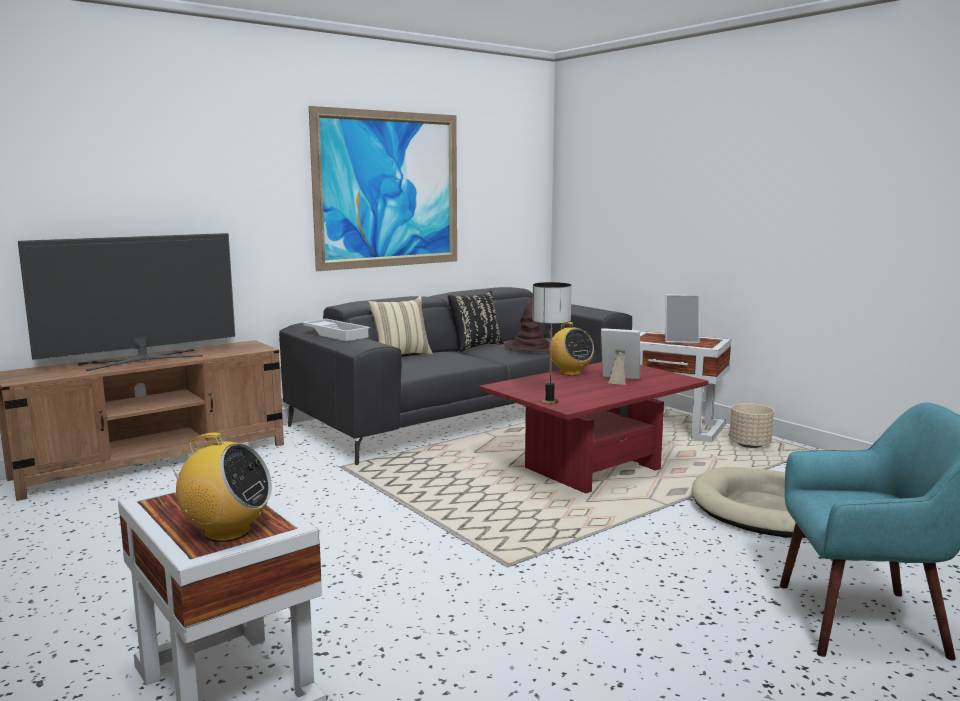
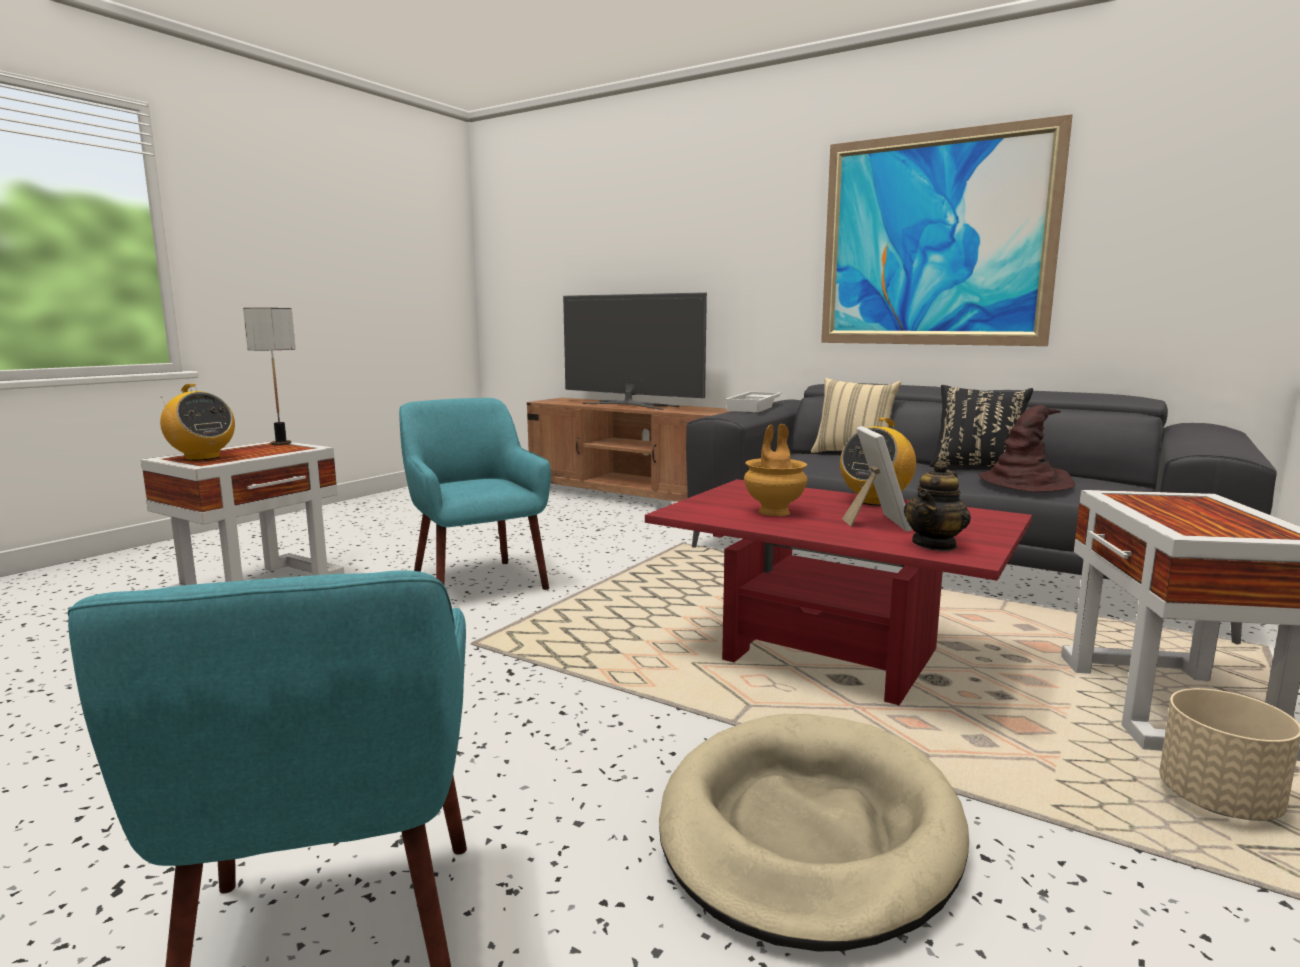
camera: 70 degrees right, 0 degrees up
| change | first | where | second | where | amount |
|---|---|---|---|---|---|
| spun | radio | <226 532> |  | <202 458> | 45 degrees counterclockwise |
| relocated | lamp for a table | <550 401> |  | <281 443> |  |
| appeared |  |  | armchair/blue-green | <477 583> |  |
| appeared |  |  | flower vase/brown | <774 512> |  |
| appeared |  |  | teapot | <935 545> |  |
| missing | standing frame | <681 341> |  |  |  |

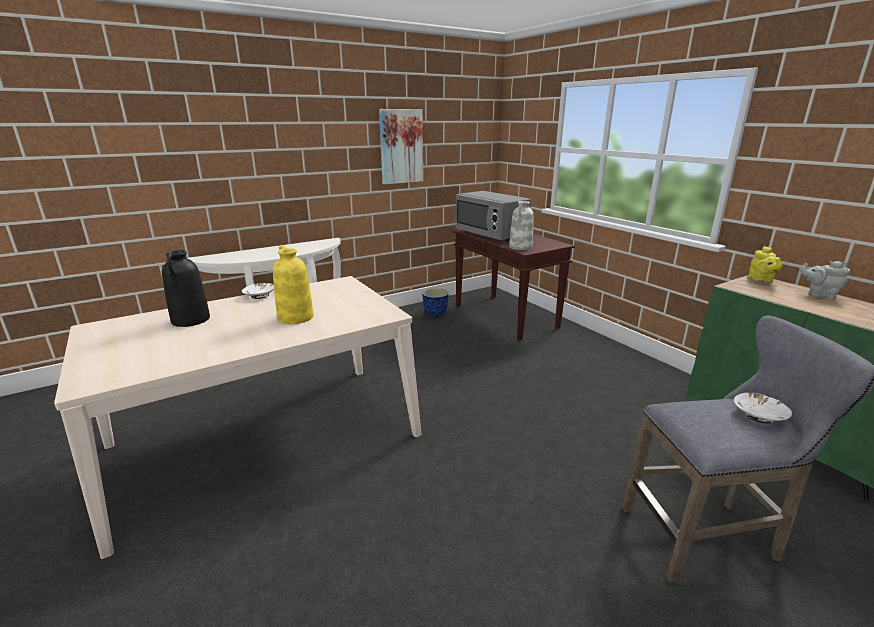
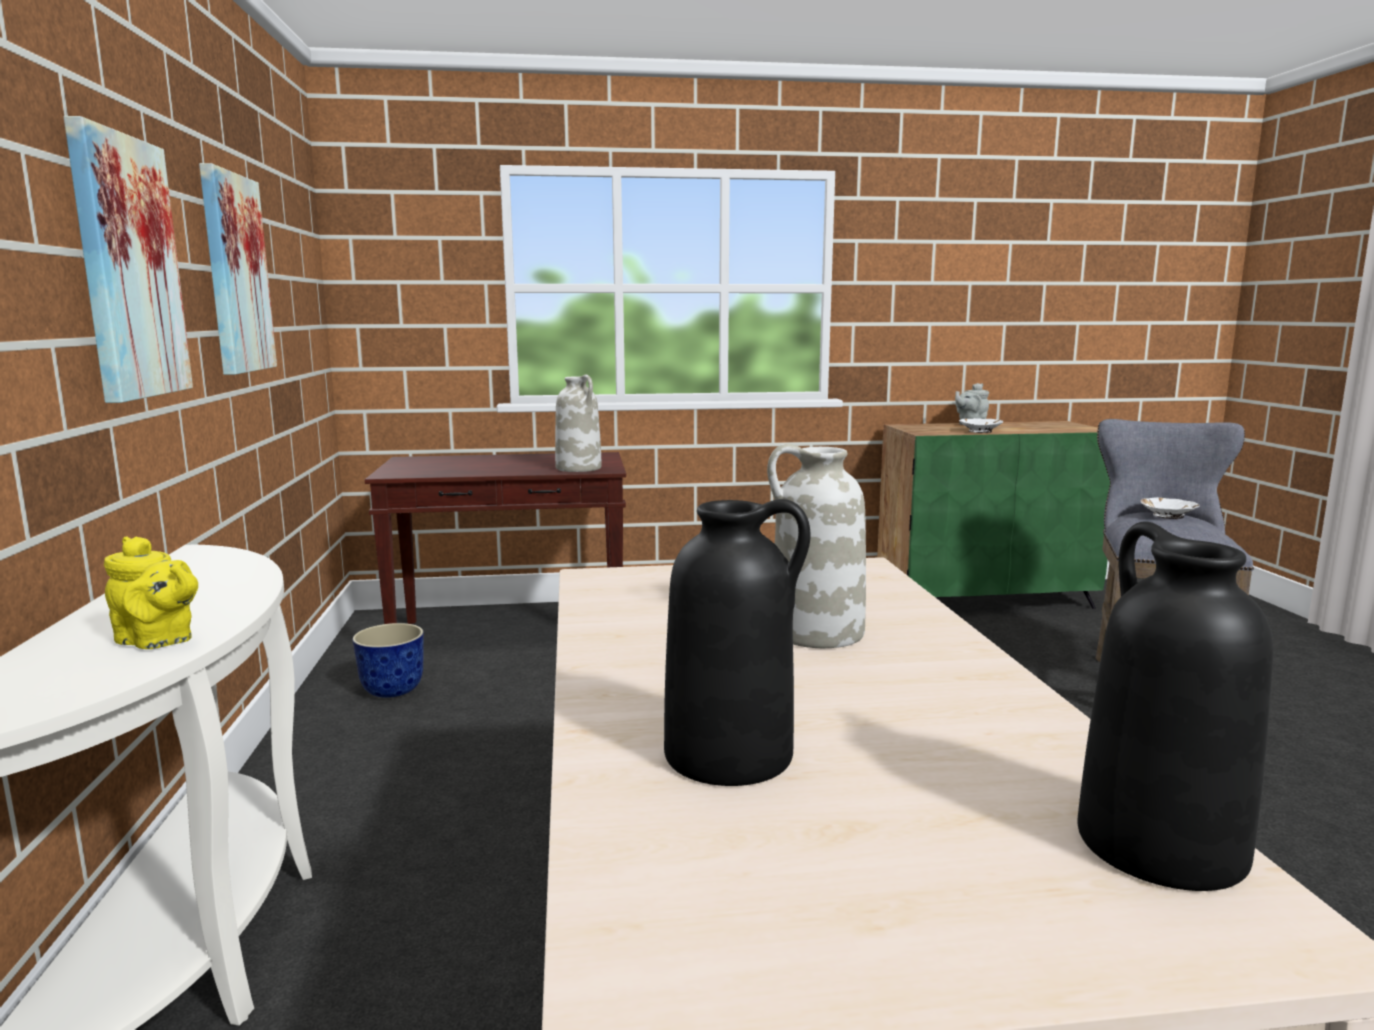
camera: 65 degrees left, 10 degrees down
| change | first | where | second | where | amount |
|---|---|---|---|---|---|
| appeared |  |  | wall picture | <127 268> |  |
| relocated | teapot/yellow-coloured | <761 280> |  | <158 641> |  |
| colour | flower vase/yellow-coloured | <295 317> | flower vase/whitish | <815 633> |  |
| relocated | bowl/whitish | <260 295> |  | <980 431> |  |
| appeared |  |  | flower vase/black | <1156 843> |  |
| missing | microwave/gray | <491 235> |  |  |  |

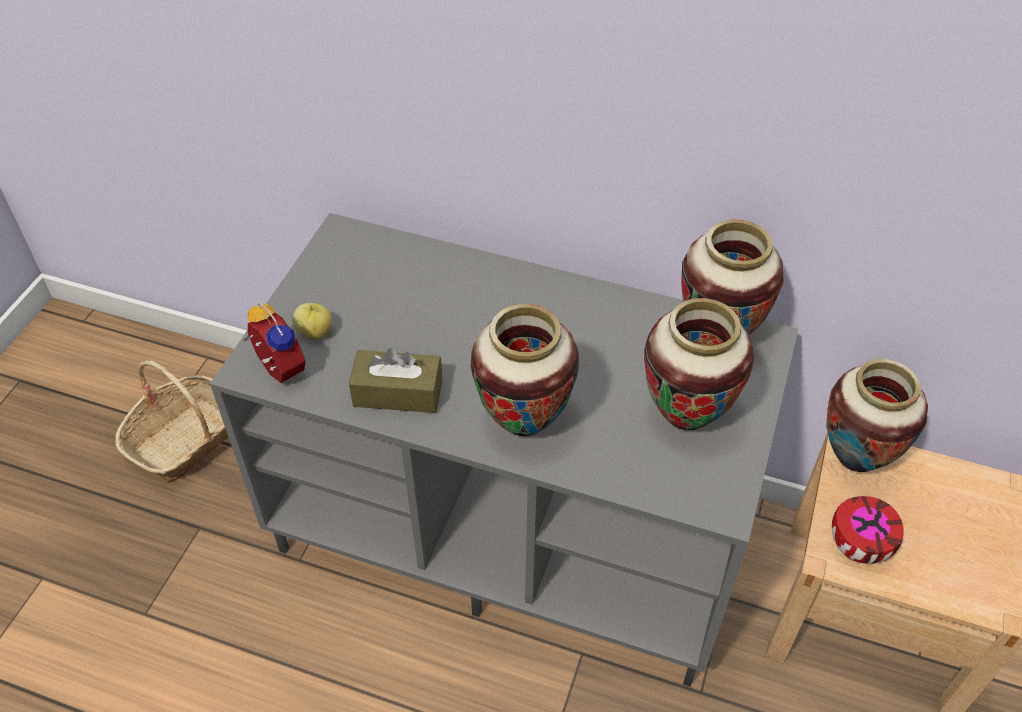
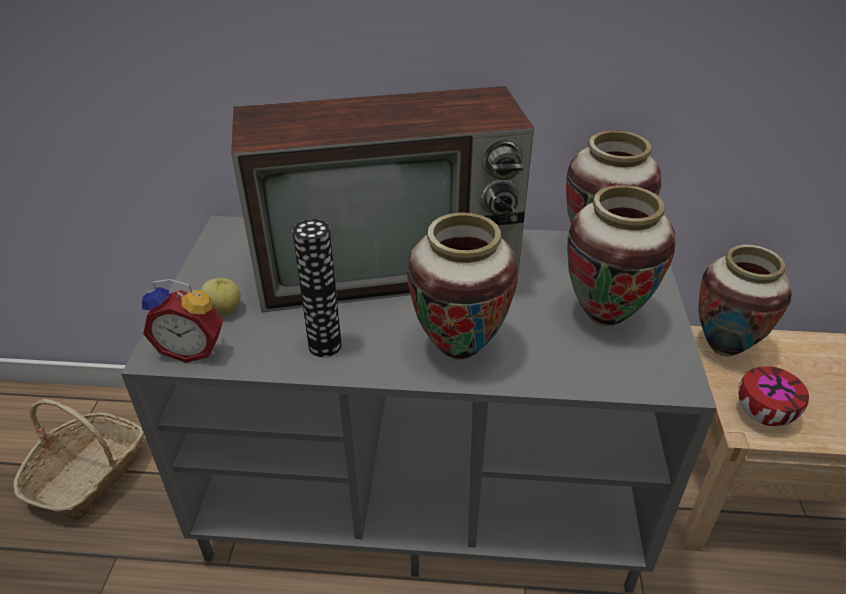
camera: 15 degrees left, 10 degrees down
| change | first | where | second | where | amount |
|---|---|---|---|---|---|
| spun | table clock | <277 371> |  | <193 349> | 150 degrees clockwise |
| appeared |  |  | television | <391 268> |  |
| exchanged | box of tissues/brown | <398 393> | flower vase | <325 345> |  |

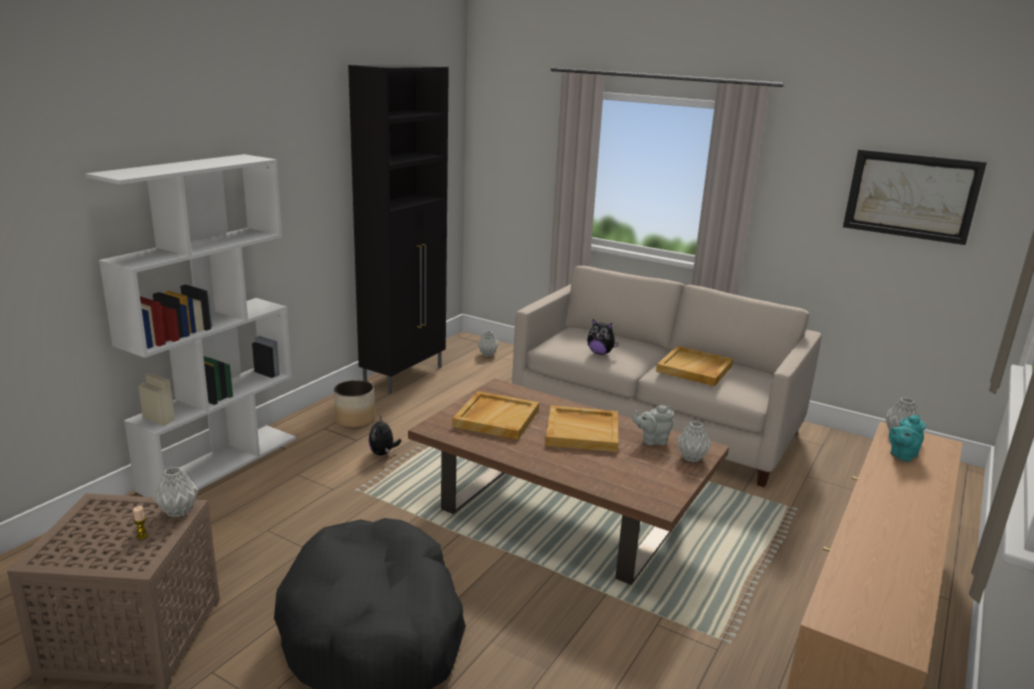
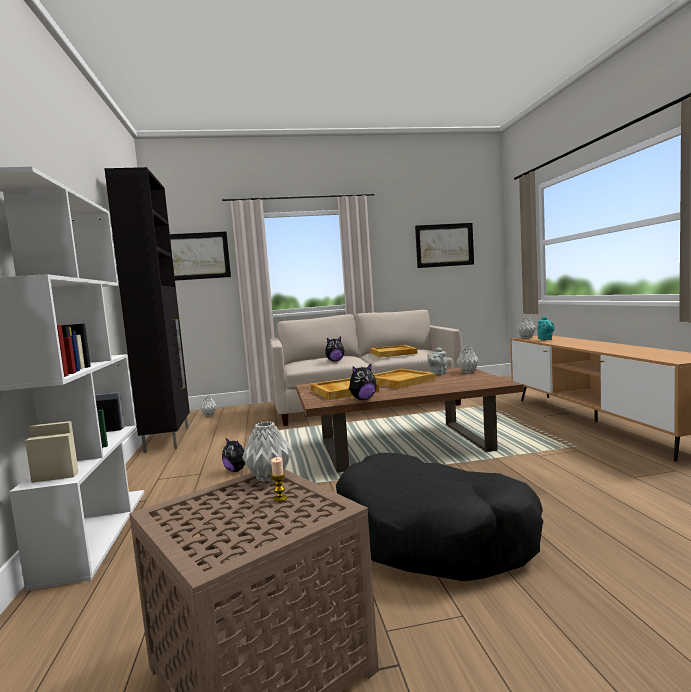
camera: 40 degrees left, 15 degrees down
| change | first | where | second | where | amount |
|---|---|---|---|---|---|
| appeared |  |  | wall picture | <195 256> |  |
| appeared |  |  | soft toy | <363 399> |  |
| missing | planter | <354 420> |  |  |  |

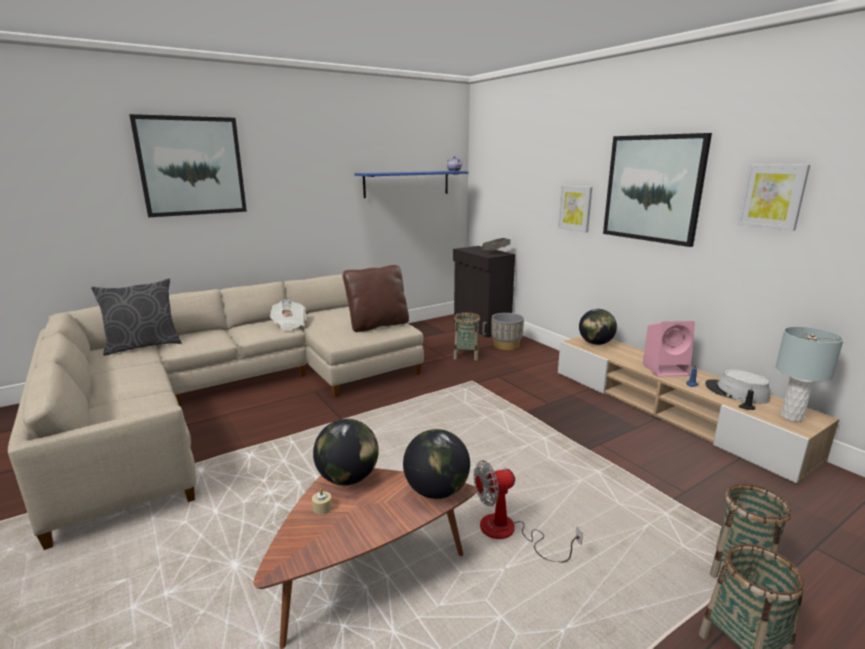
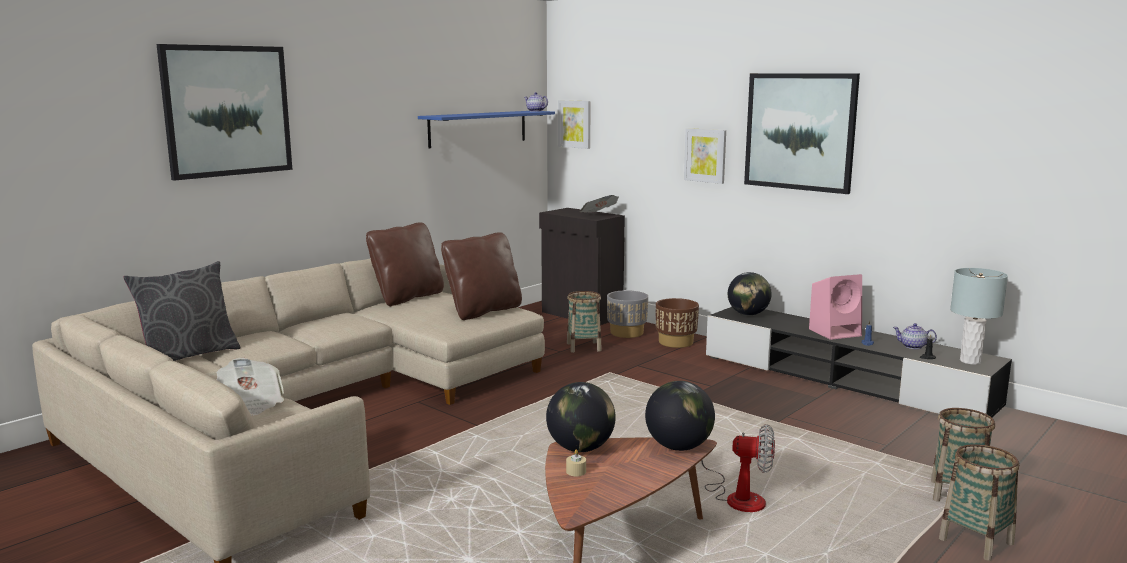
camera: 15 degrees left, 5 degrees down
| change | first | where | second | where | amount |
|---|---|---|---|---|---|
| relocated | printed paper | <289 324> |  | <251 403> |  |
| appeared |  |  | throw pillow/brown | <407 297> |  |
| relocated | wall picture | <772 196> |  | <575 124> |  |
| appeared |  |  | planter/brown | <676 342> |  |
| spun | fan | <509 533> |  | <737 497> | 135 degrees counterclockwise |
| colour | tv stand/beige-coloured | <670 412> | tv stand/black | <844 381> |  |
| exchanged | wearable hat/gray | <736 392> | teapot | <912 346> |  |

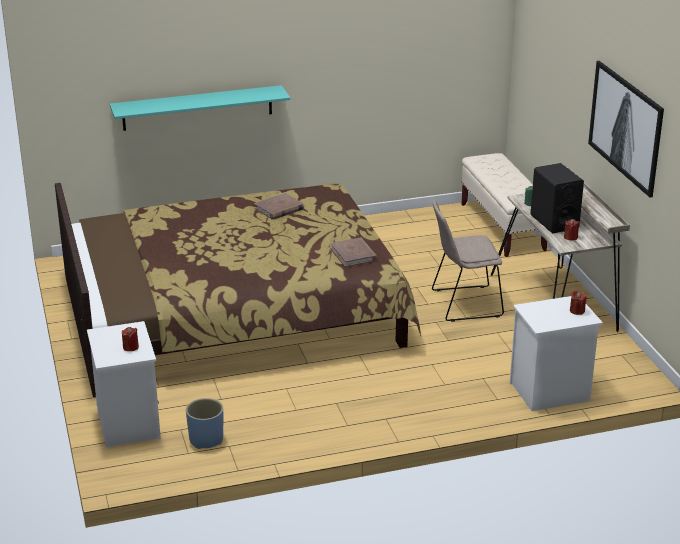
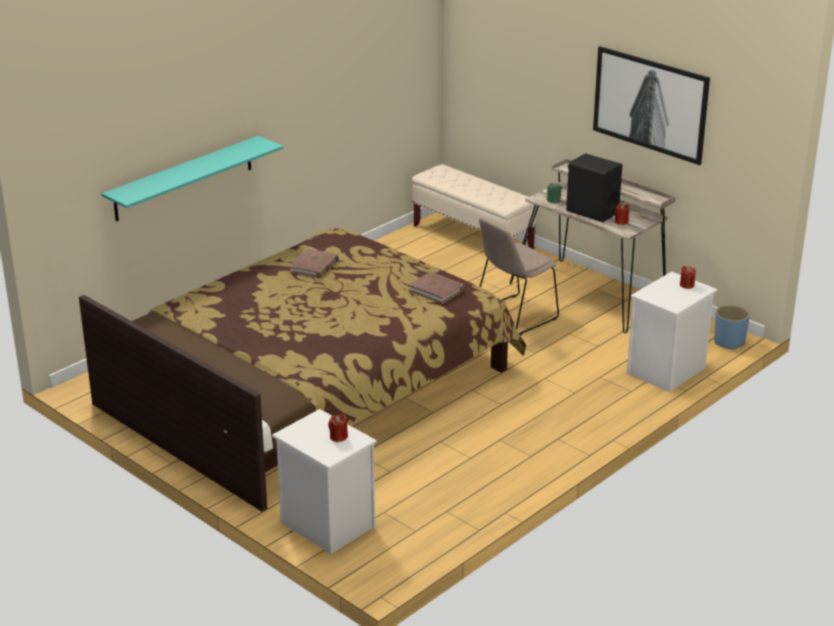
camera: 30 degrees left, 0 degrees up
| change | first | where | second | where | amount |
|---|---|---|---|---|---|
| relocated | planter/blue | <206 440> |  | <729 342> |  |

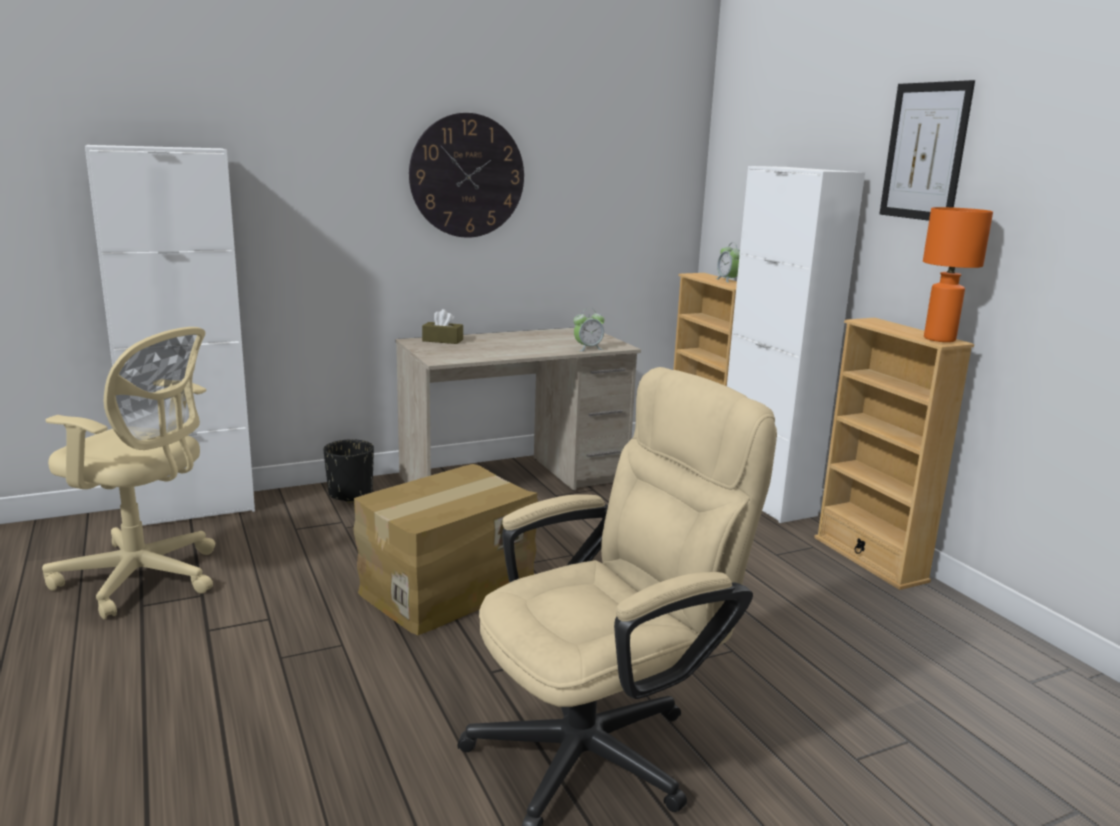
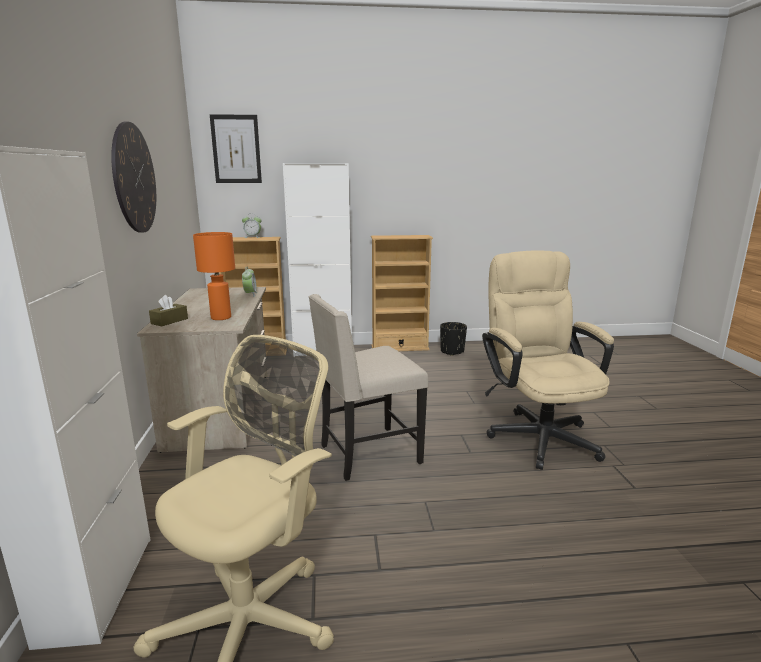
camera: 70 degrees left, 0 degrees up
| change | first | where | second | where | amount |
|---|---|---|---|---|---|
| relocated | lamp for a table/orangey | <939 339> |  | <221 318> |  |
| relocated | wall picture | <925 152> |  | <236 149> |  |
| exchanged | cardboard box | <446 587> | chair/beige-coloured | <367 454> |  |
| relocated | planter/black | <350 494> |  | <452 351> |  |

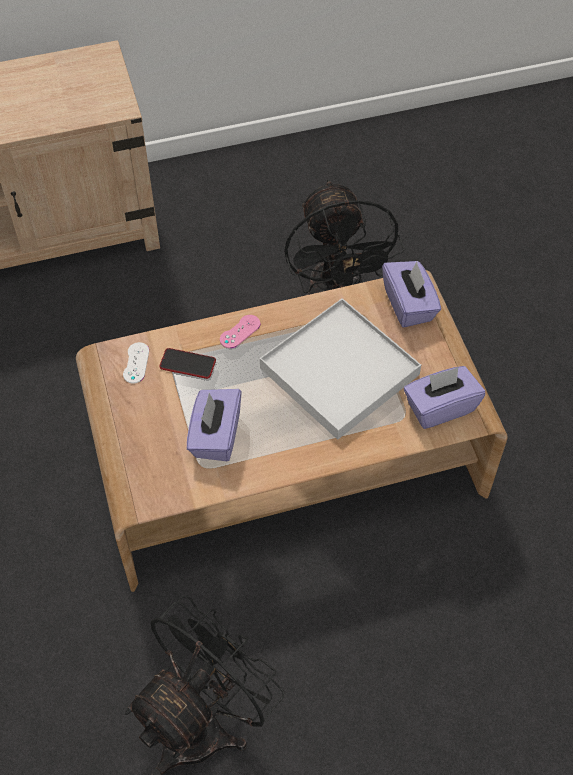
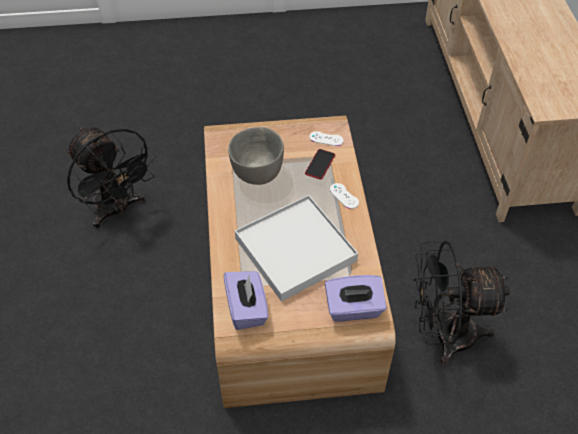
camera: 100 degrees right, 5 degrees down
| change | first | where | second | where | amount |
|---|---|---|---|---|---|
| exchanged | box of tissues/purple | <215 436> | bowl/gray | <256 173> |  |
| colour | gamepad/pink | <240 331> | gamepad/whitish | <344 196> |  |

